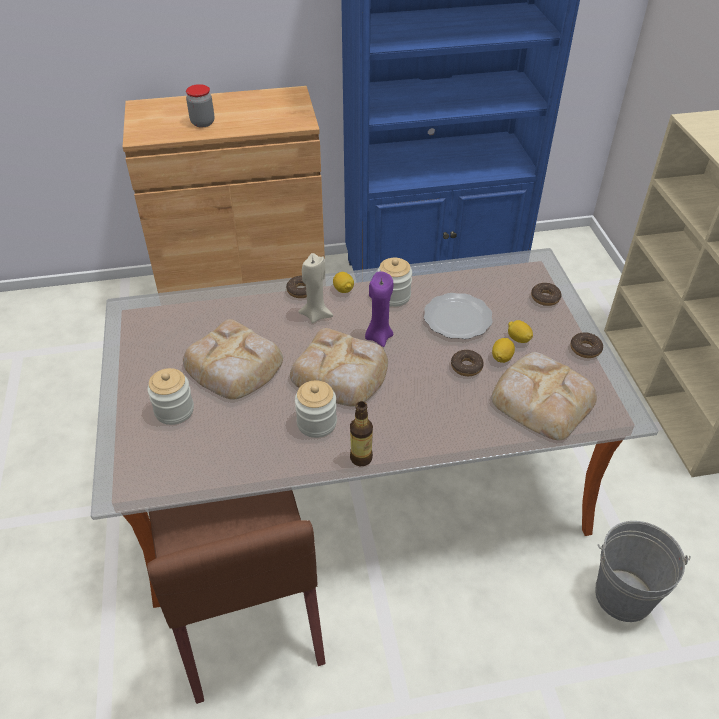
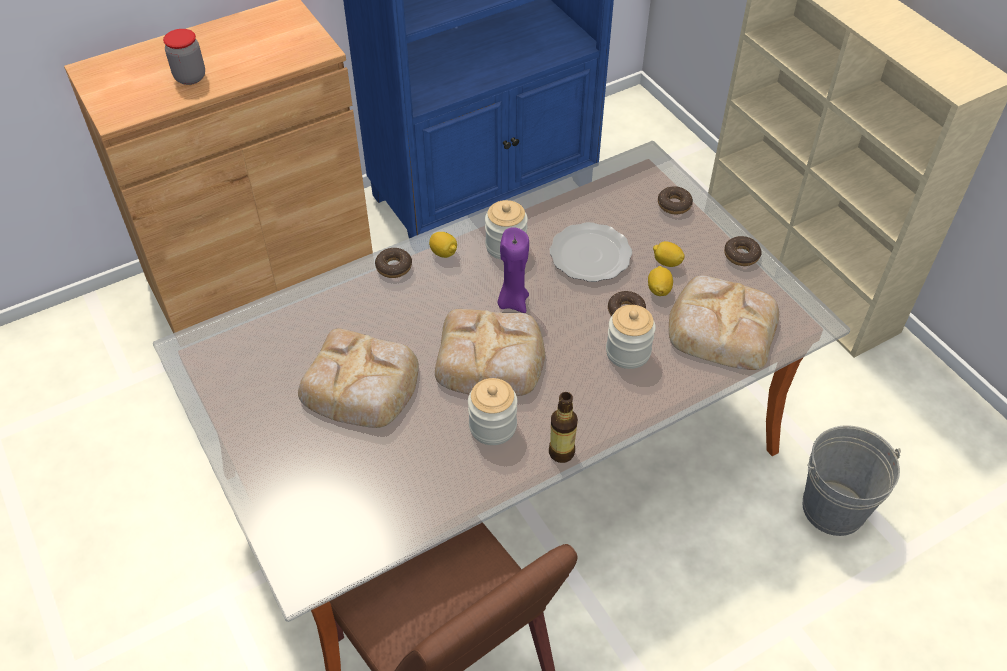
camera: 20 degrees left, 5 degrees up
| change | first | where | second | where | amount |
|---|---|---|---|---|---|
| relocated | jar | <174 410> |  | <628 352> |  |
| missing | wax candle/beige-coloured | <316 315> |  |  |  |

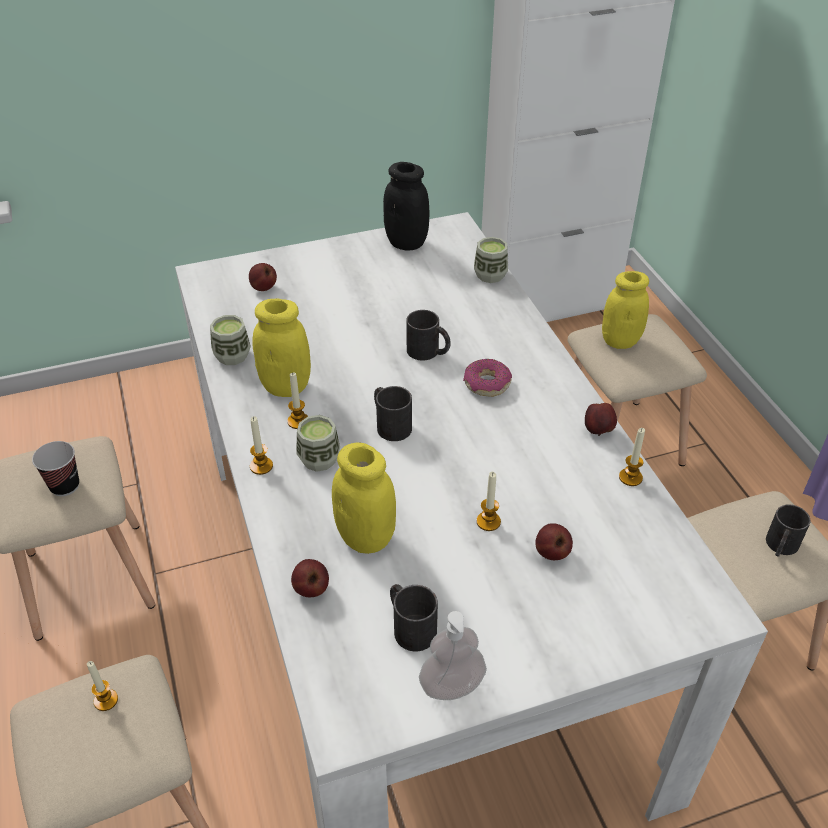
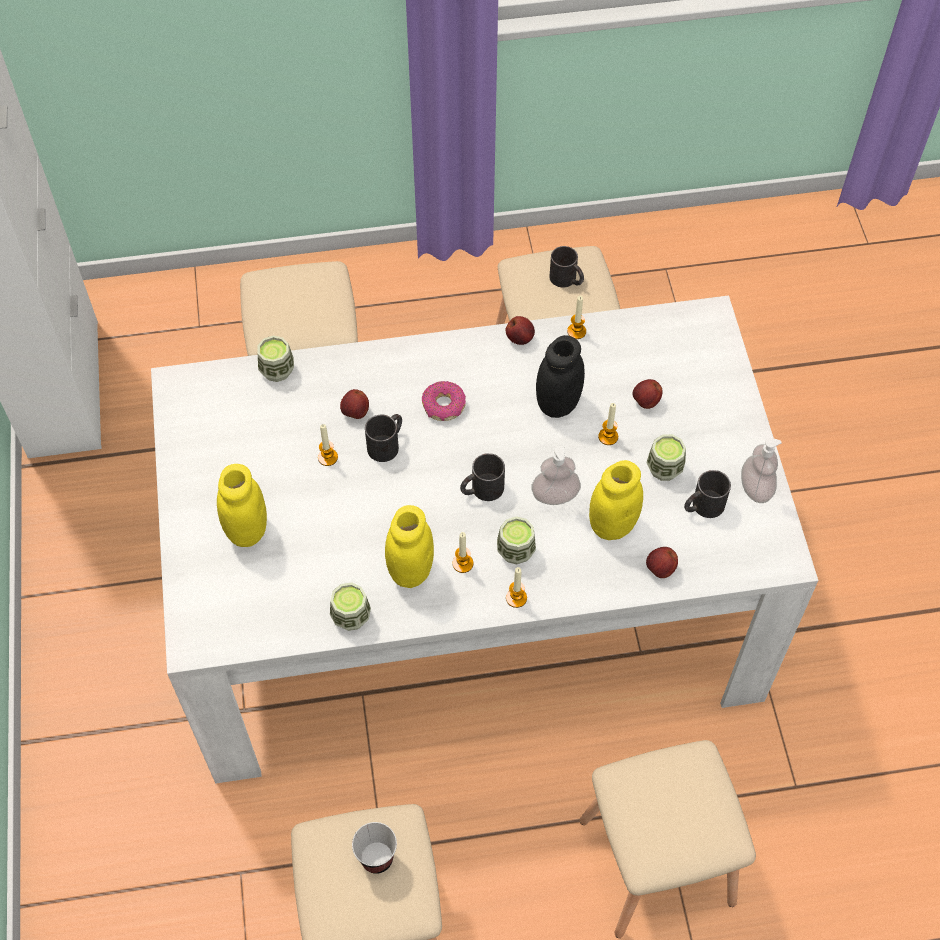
camera: 80 degrees left, 15 degrees up
| change | first | where | second | where | amount |
|---|---|---|---|---|---|
| relocated | jar/yellow-coloured | <620 341> |  | <247 530> |  |
| relocated | wax candle | <106 700> |  | <327 457> |  |
| relocated | apple fruit | <263 288> |  | <355 413> |  |
| appeared |  |  | soap dispenser | <555 495> |  |
| relocated | jar/black | <406 243> |  | <557 403> |  |
| appeared |  |  | small cup | <664 468> |  |

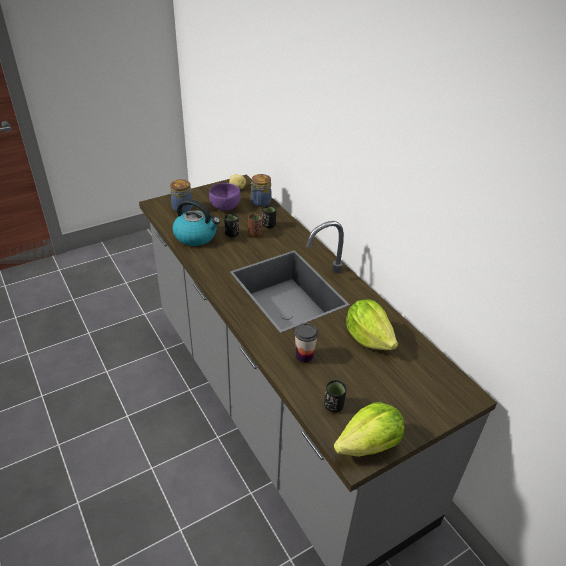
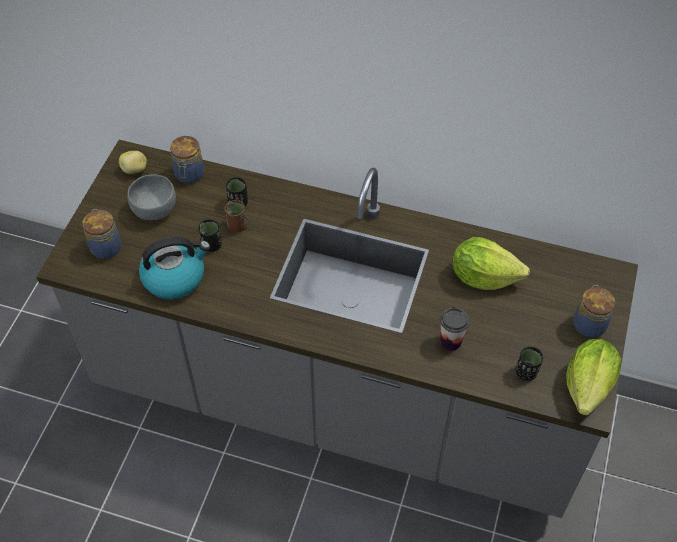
camera: 40 degrees left, 15 degrees up
| change | first | where | second | where | amount |
|---|---|---|---|---|---|
| colour | bowl/purple | <225 206> | bowl/gray | <155 209> |  |
| appeared |  |  | jar | <589 323> |  |

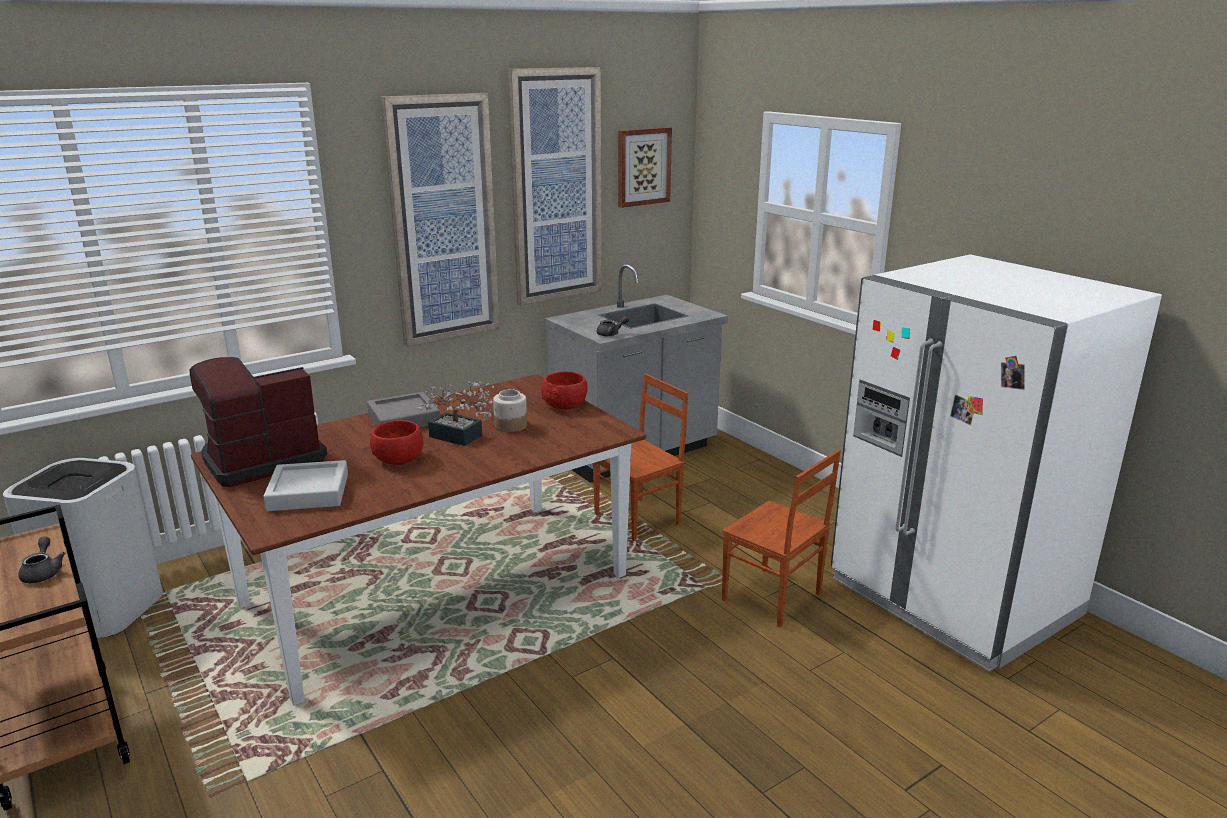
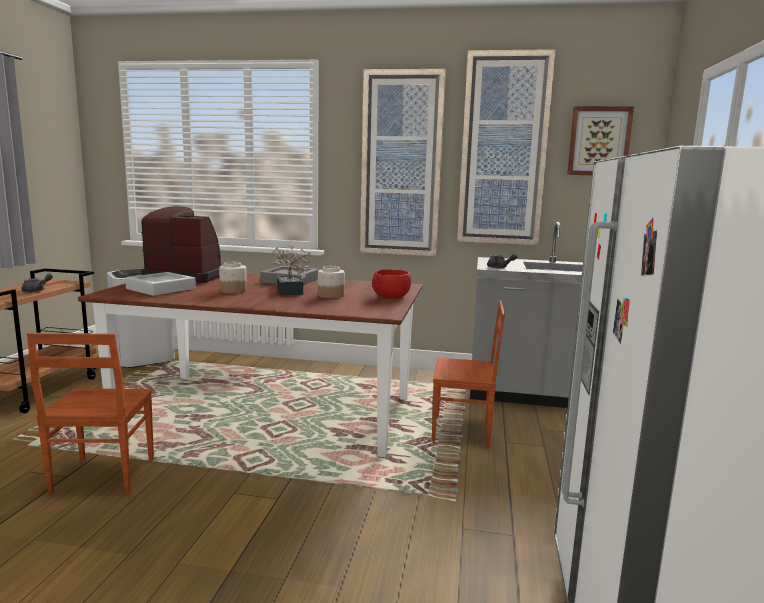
camera: 45 degrees right, 10 degrees down
| change | first | where | second | where | amount |
|---|---|---|---|---|---|
| relocated | chair/brown | <772 598> |  | <101 477> |  |
| exchanged | bowl/reddish | <398 460> | jar | <233 290> |  |

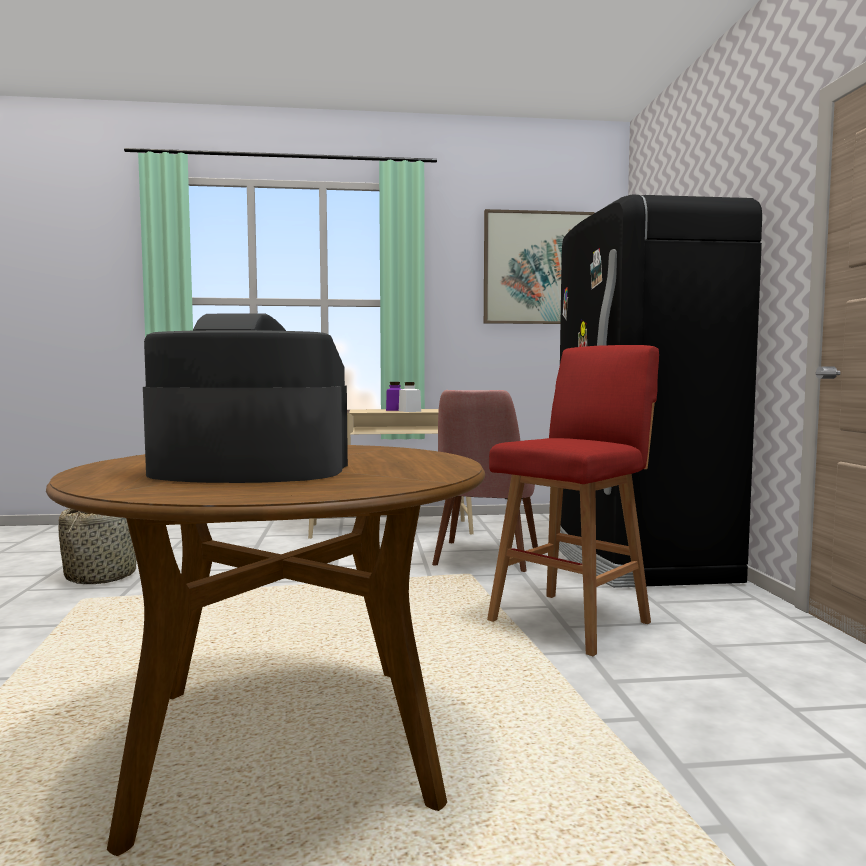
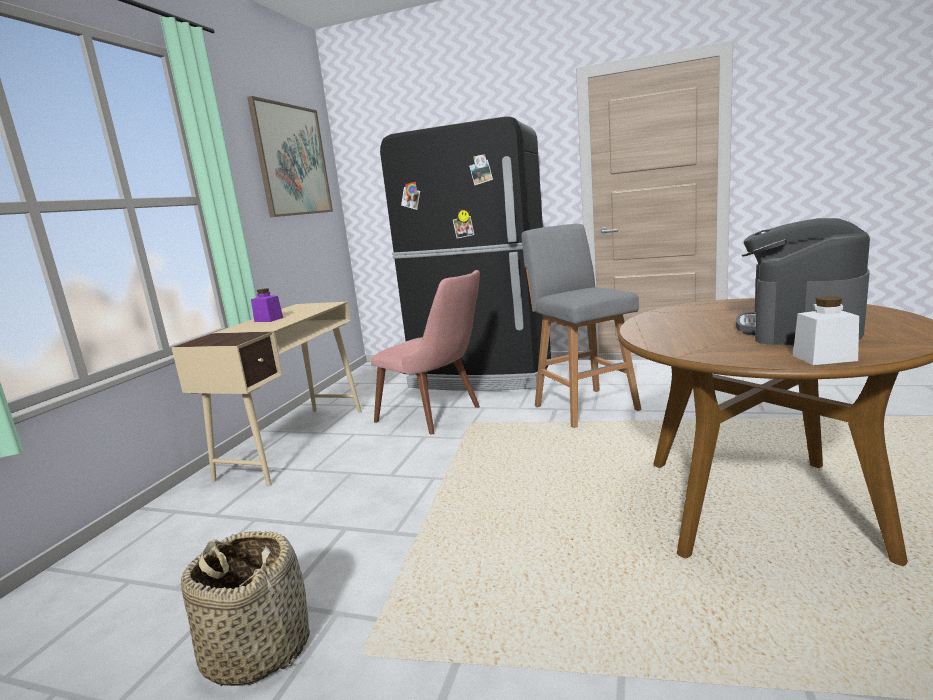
camera: 65 degrees left, 10 degrees up
| change | first | where | second | where | amount |
|---|---|---|---|---|---|
| colour | stool/reddish | <572 620> | stool/gray | <584 406> |  |
| relocated | jar/whitish | <409 411> |  | <824 358> |  |

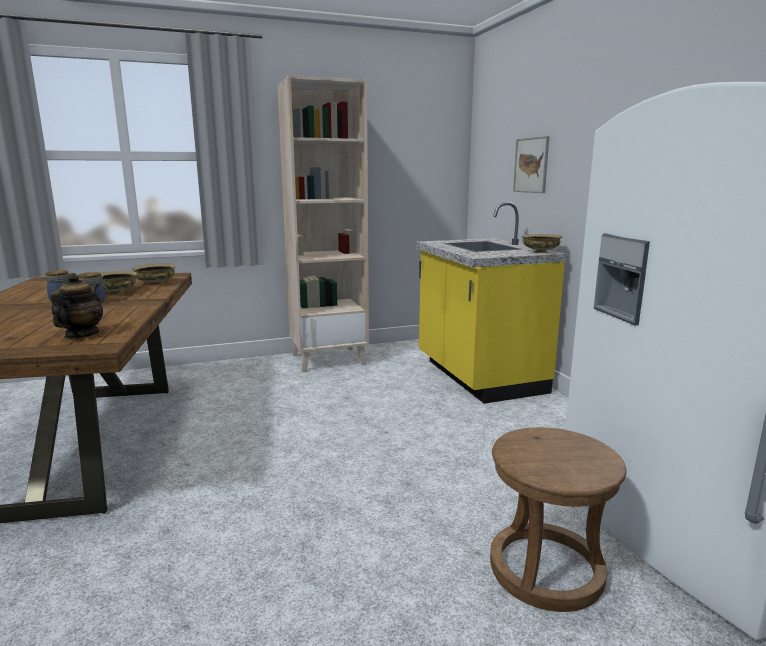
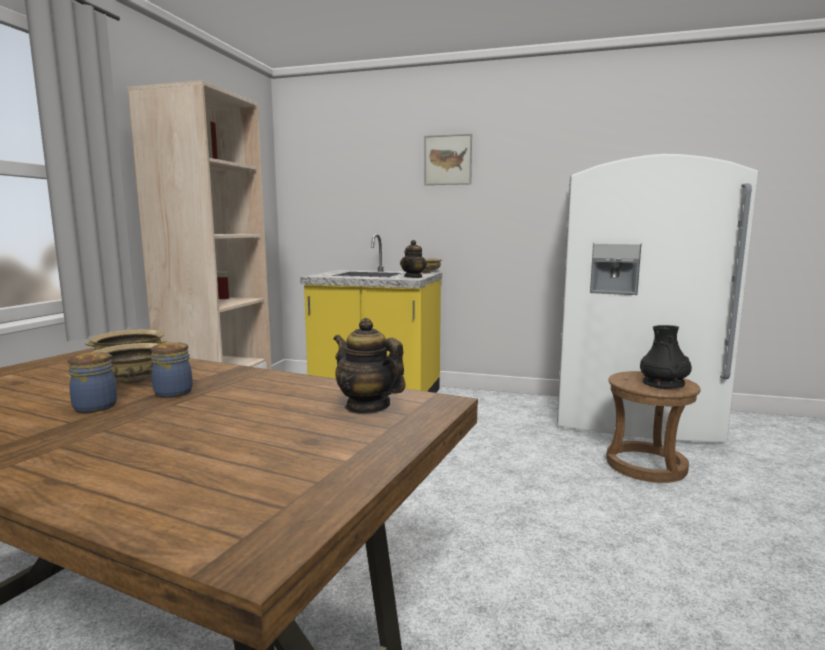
camera: 55 degrees left, 5 degrees down
| change | first | where | second | where | amount |
|---|---|---|---|---|---|
| appeared |  |  | teapot | <413 277> |  |
| relocated | wall picture | <531 165> |  | <447 160> |  |
| appeared |  |  | flower vase/black | <663 384> |  |

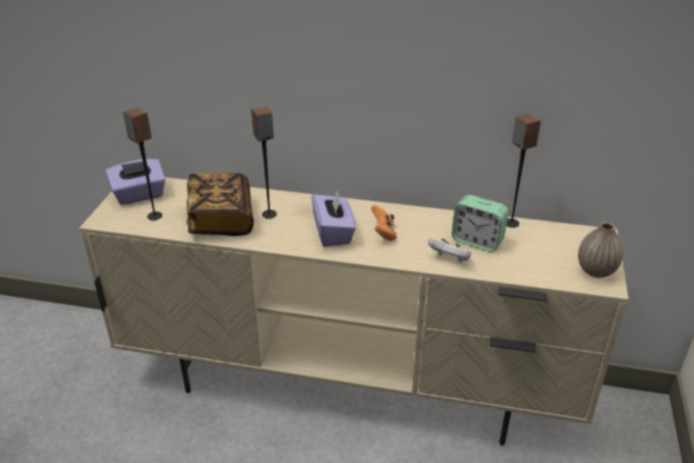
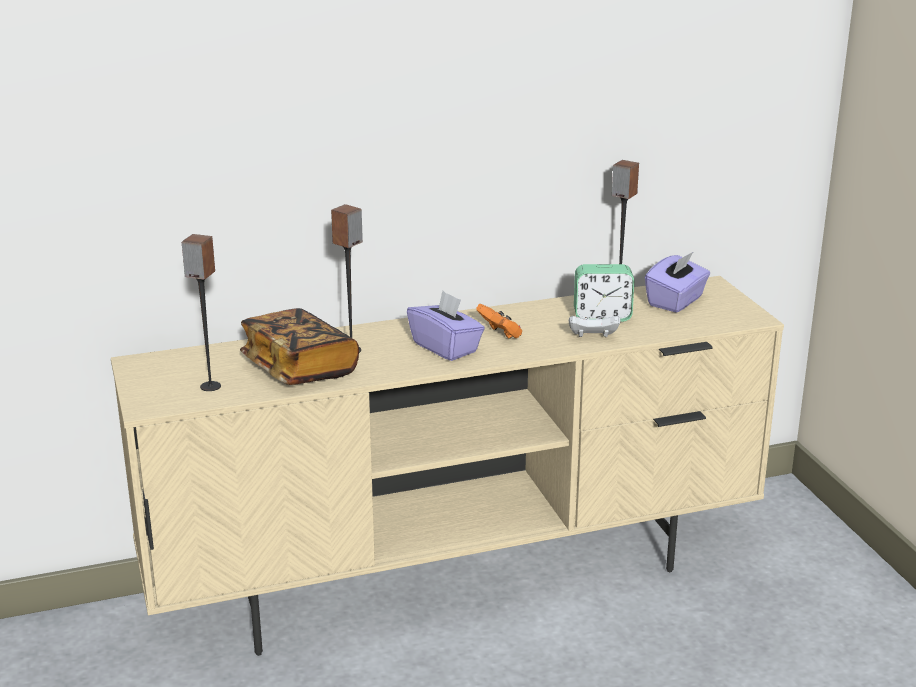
camera: 30 degrees left, 10 degrees down
| change | first | where | second | where | amount |
|---|---|---|---|---|---|
| relocated | box of tissues/purple | <139 195> |  | <676 301> |  |
| missing | flower vase | <595 271> |  |  |  |

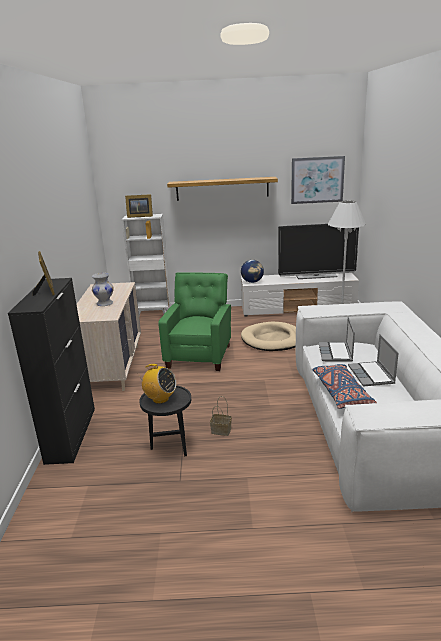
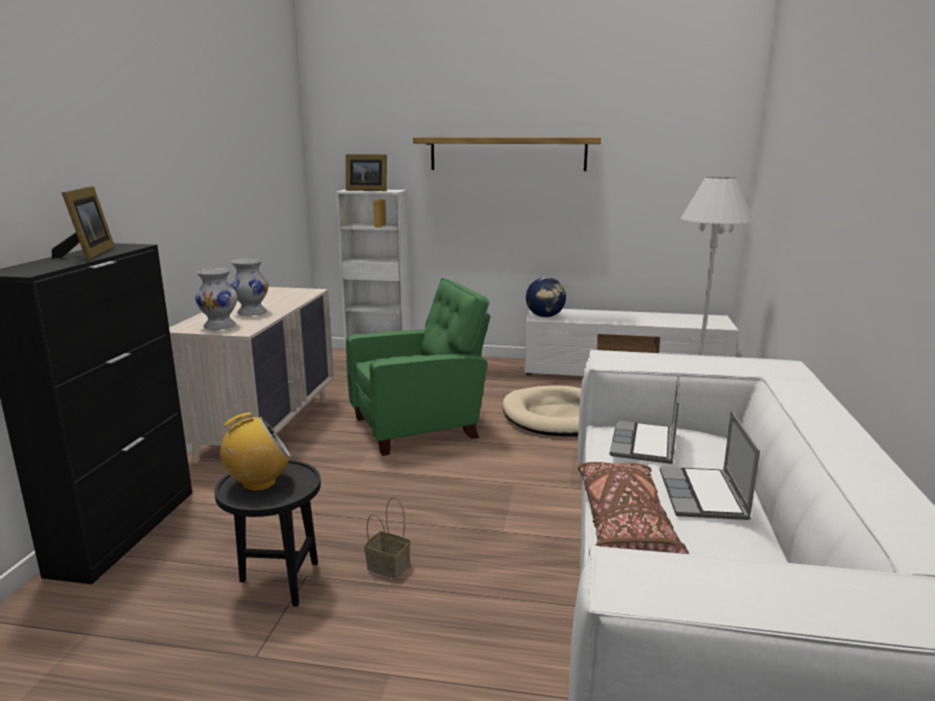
camera: 10 degrees right, 5 degrees down
| change | first | where | second | where | amount |
|---|---|---|---|---|---|
| appeared |  |  | flower vase/whitish | <219 326> |  |
| spun | radio | <160 399> |  | <258 483> | 60 degrees counterclockwise |
| spun | armchair/greenish | <200 355> |  | <420 427> | 45 degrees clockwise |
| colour | throw pillow/blue | <341 393> | throw pillow/brown | <624 523> |  |
| missing | television | <316 276> |  |  |  |
| missing | wall picture | <317 180> |  |  |  |

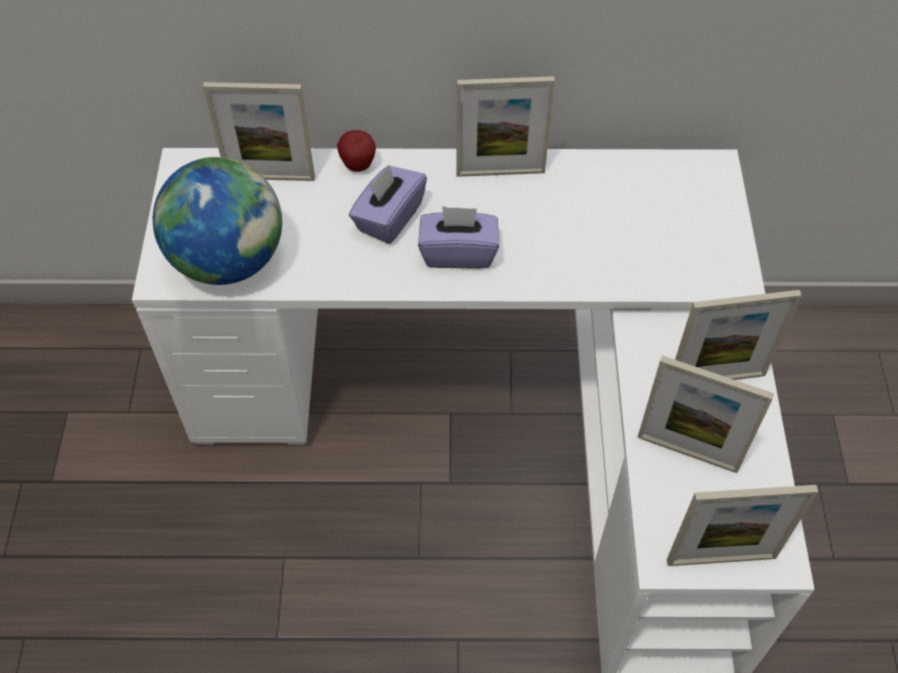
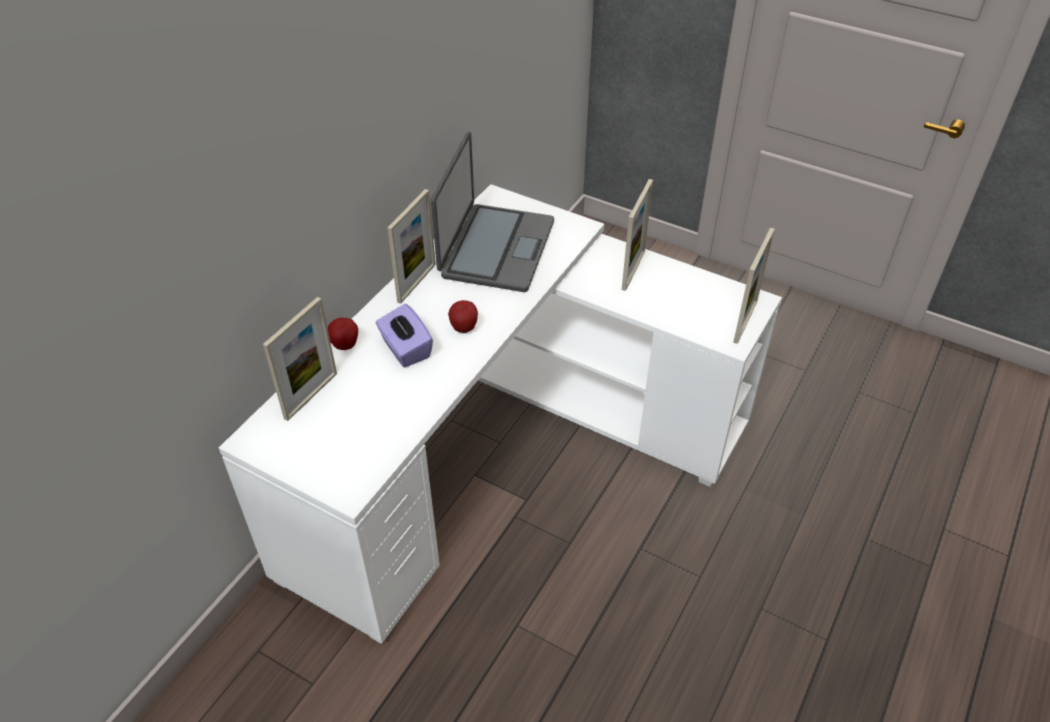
camera: 60 degrees left, 10 degrees down
| change | first | where | second | where | amount |
|---|---|---|---|---|---|
| appeared |  |  | laptop | <496 249> |  |
| exchanged | box of tissues/purple | <458 253> | apple fruit | <464 328> |  |
| missing | desk globe | <229 260> |  |  |  |
| missing | standing frame | <687 452> |  |  |  |

